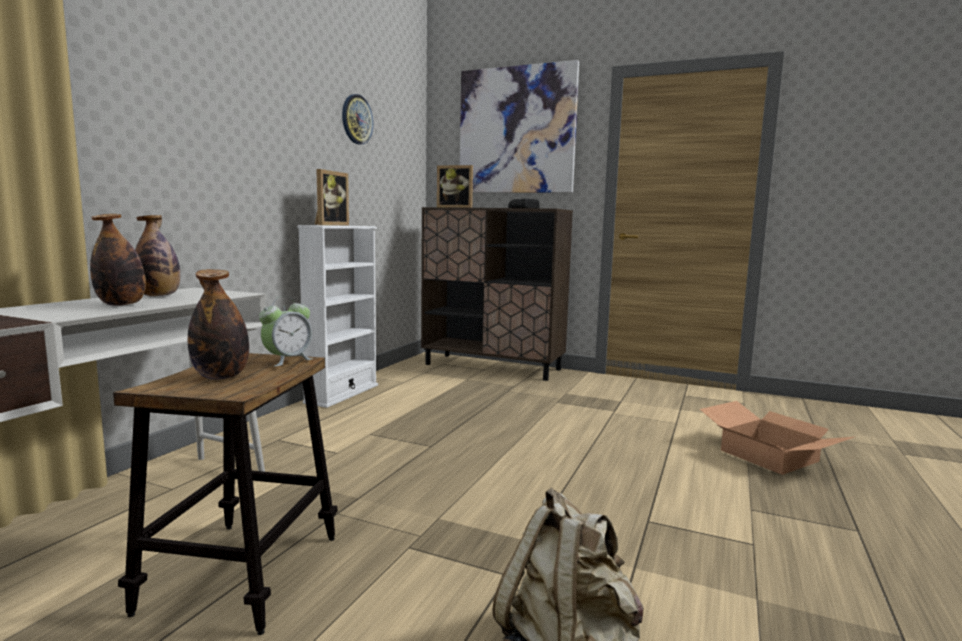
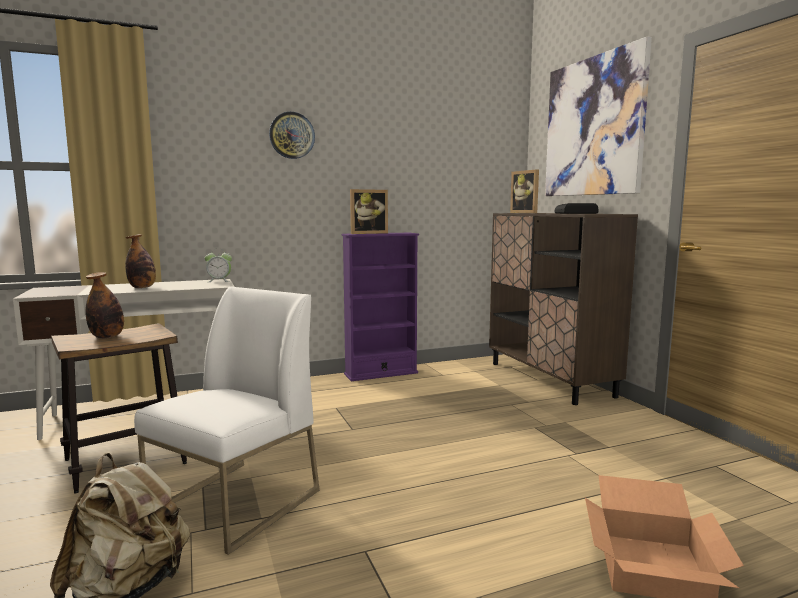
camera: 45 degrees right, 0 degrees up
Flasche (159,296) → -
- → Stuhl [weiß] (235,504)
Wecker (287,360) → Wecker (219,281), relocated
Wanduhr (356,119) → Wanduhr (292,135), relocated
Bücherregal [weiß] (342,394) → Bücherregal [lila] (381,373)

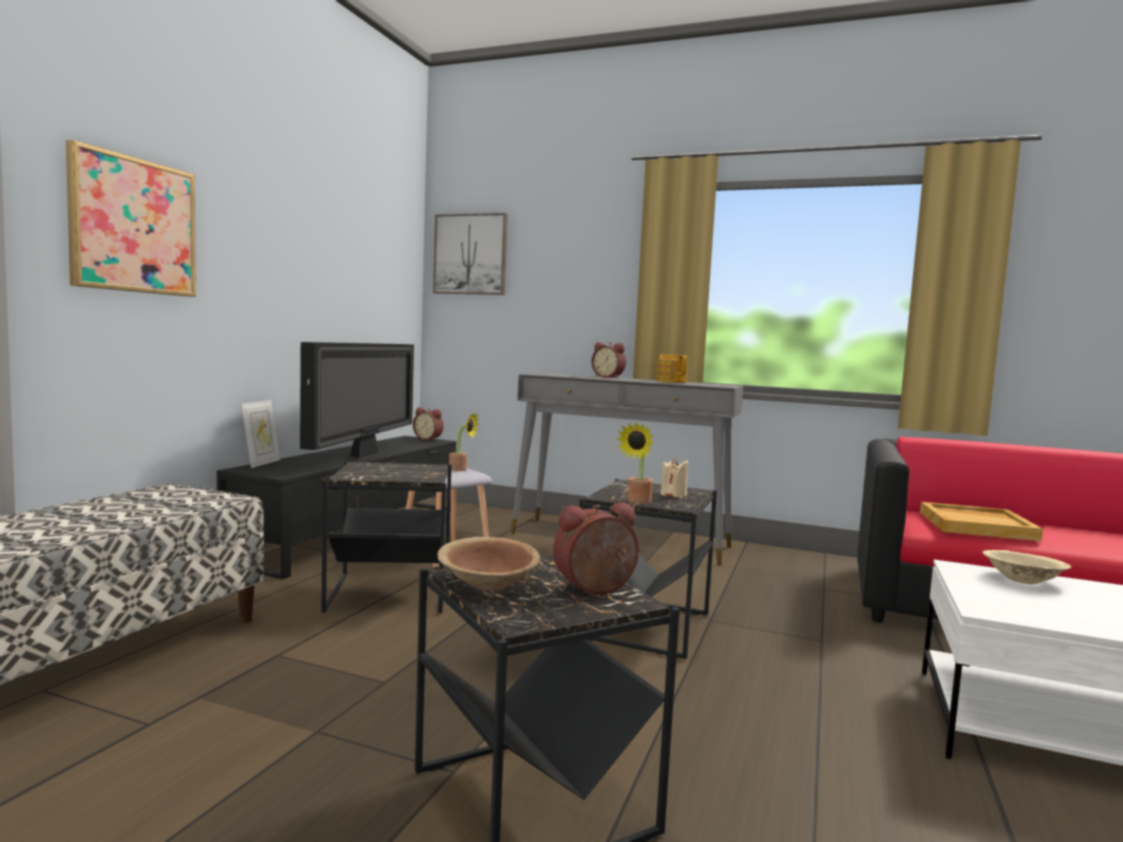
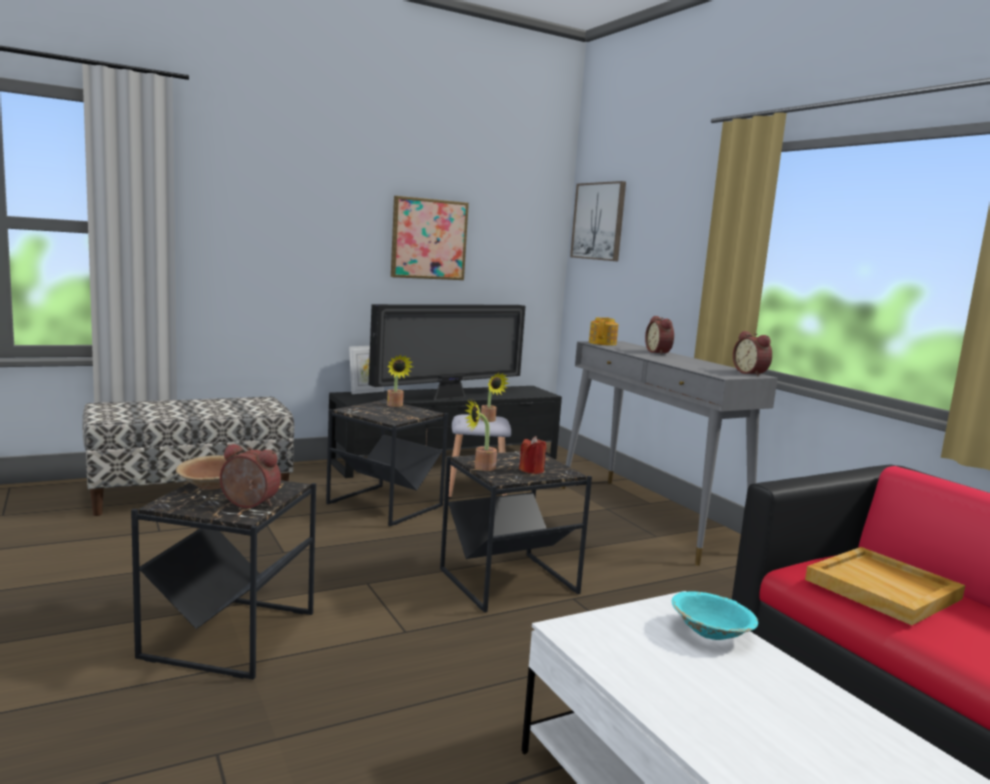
camera: 40 degrees right, 5 degrees up
- → Topfpflanze (395,405)
Bild (133,226) → Bild (428,239), relocated
Wecker (428,439) → Wecker (751,373), relocated
Teekanne (671,381) → Teekanne (603,343), relocated
Kerze [beige] (673,495) → Kerze [rot] (531,470)
Schüssel [beige] (1022,580) → Schüssel [türkis] (711,633)

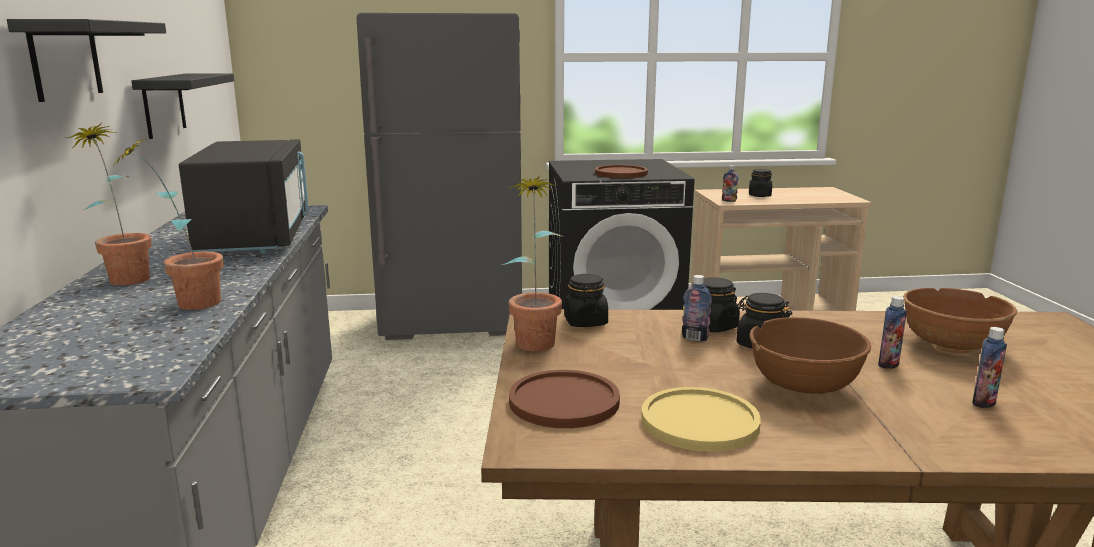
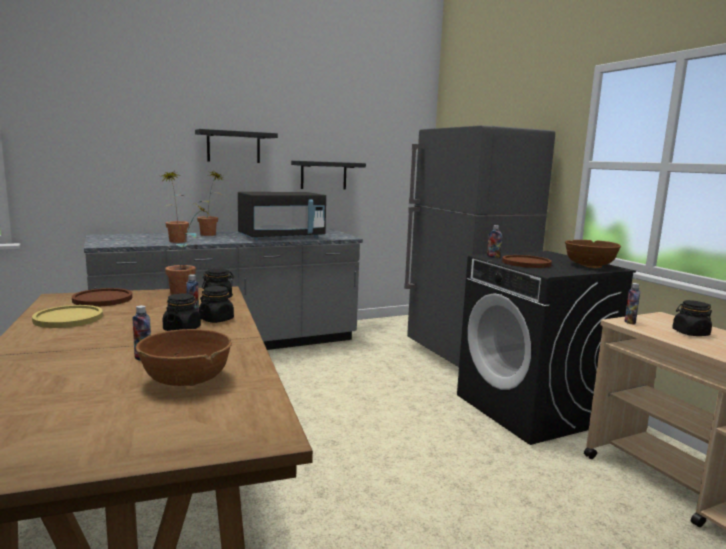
camera: 70 degrees right, 5 degrees down
Schüssel [braun] (804,385) → Schüssel [braun] (589,266), relocated
Flasche (983,403) → Flasche (493,257), relocated

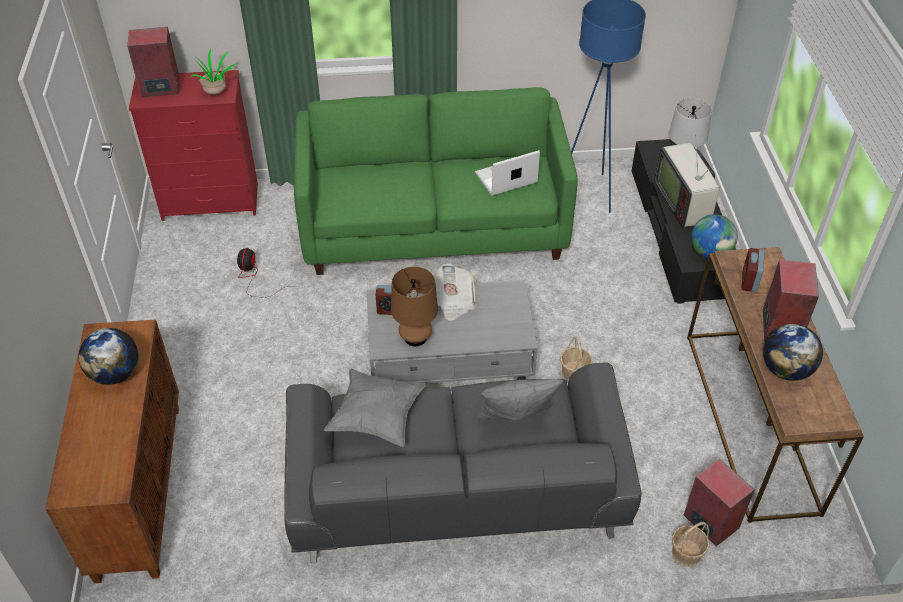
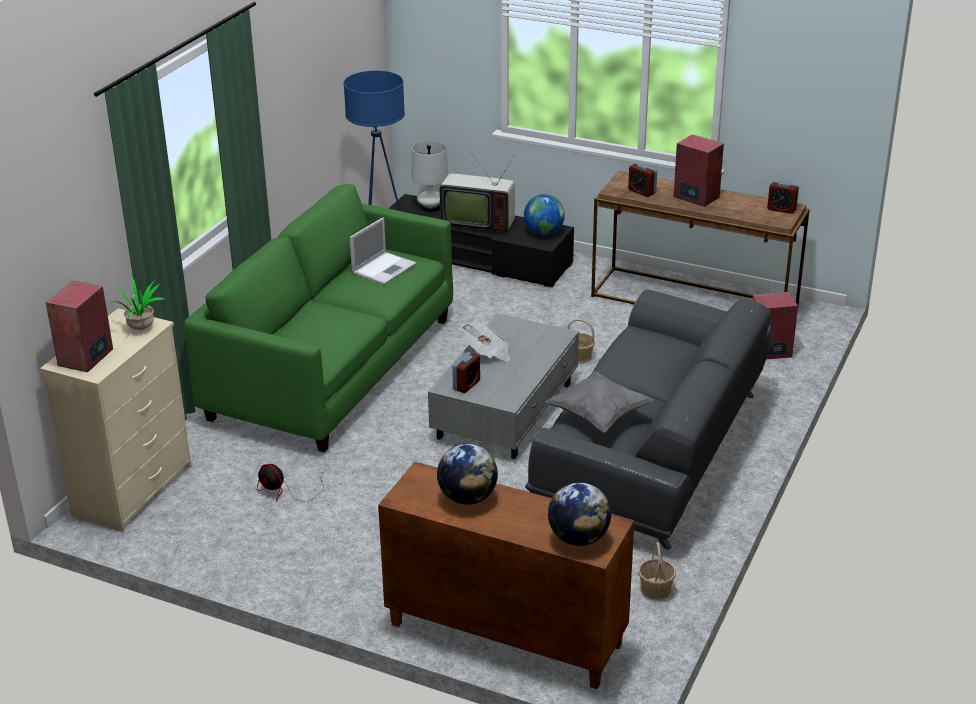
camera: 60 degrees left, 15 degrees down
Tischlampe [braun] (415,337) → -
Kissen [grau] (516,422) → -
- → Wecker (781,209)
Korb (686,553) → Korb (655,589), relocated
Globus (786,370) → Globus (578,538), relocated
Kommode [rot] (211,202) → Kommode [beige] (134,490)
Laptop (505,179) → Laptop (384,268), 150 degrees counterclockwise

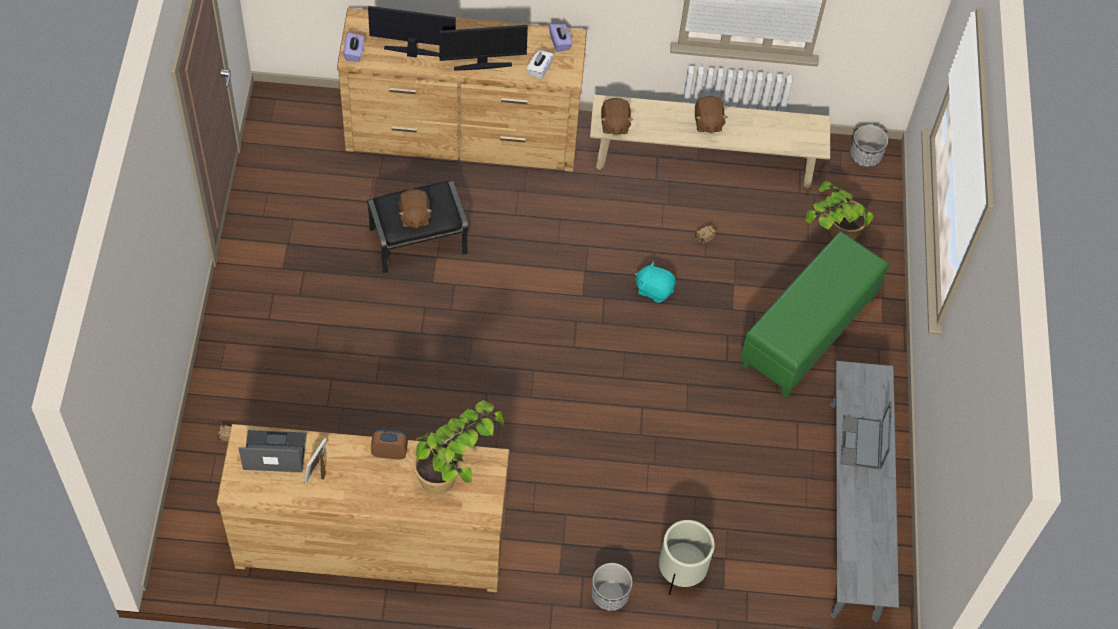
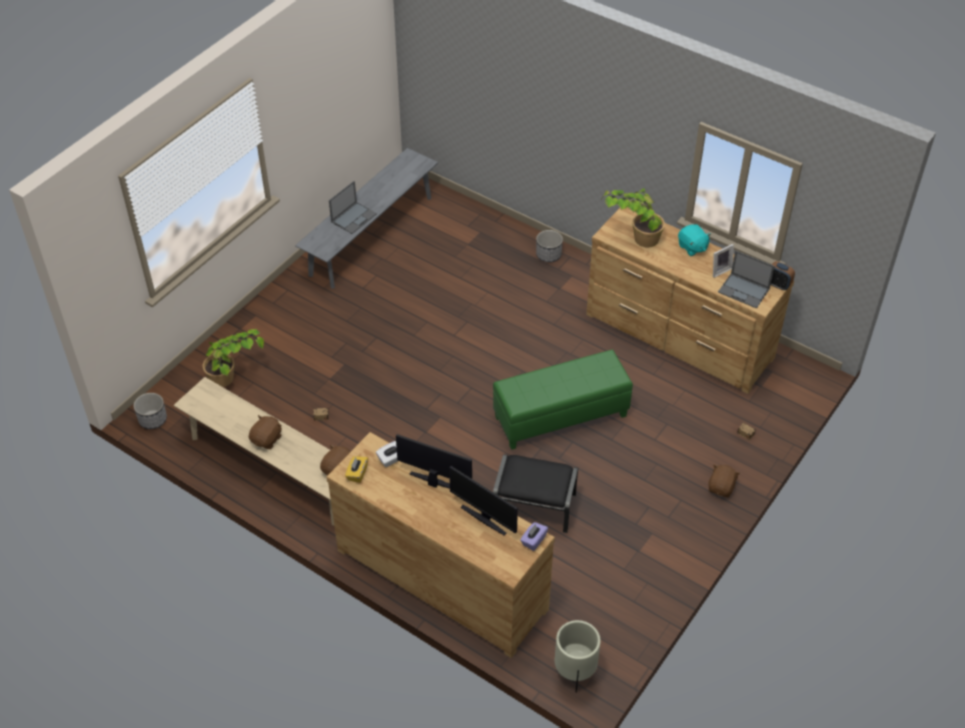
camera: 145 degrees left, 10 degrees down
Wecker (389,452) → Wecker (778,285), relocated
Plüschtier [braun] (414,216) → Plüschtier [braun] (721,487), relocated
Plüschtier [türkis] (654,289) → Plüschtier [türkis] (692,247), relocated
Pflanzkübel [beige] (681,574) → Pflanzkübel [beige] (575,672), relocated
Polsterhocker [grün] (807,330) → Polsterhocker [grün] (560,417), relocated
Taschentuchbox [lila] (560,43) → Taschentuchbox [gelb] (357,474)

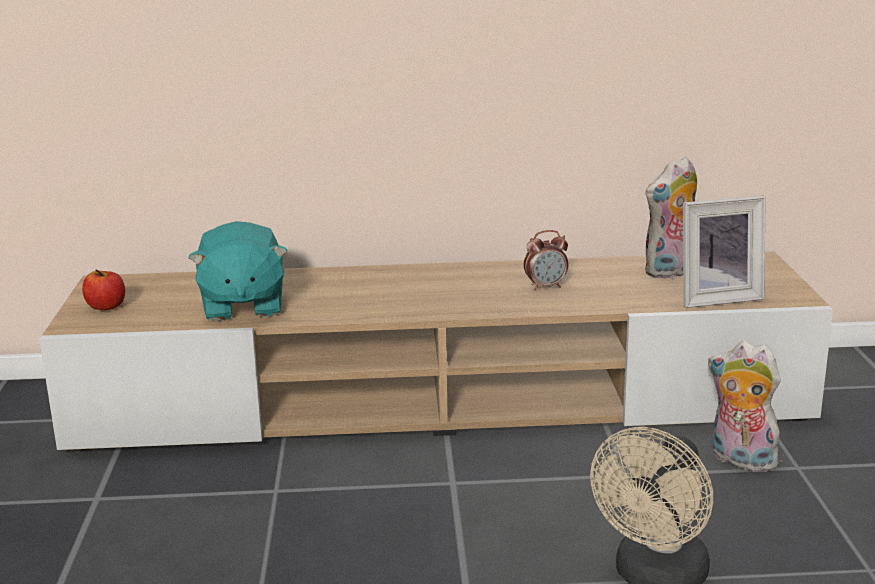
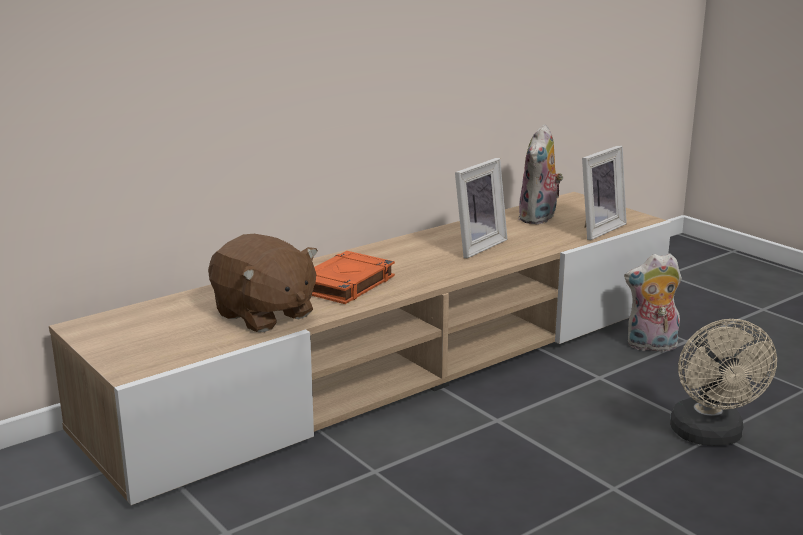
camera: 35 degrees left, 0 degrees up
Apfel (106,307) → -
- → Buch [orange] (344,284)
Wecker (546,287) → Bilderrahmen (475,246)
Plüschtier [türkis] (242,306) → Plüschtier [braun] (264,315)

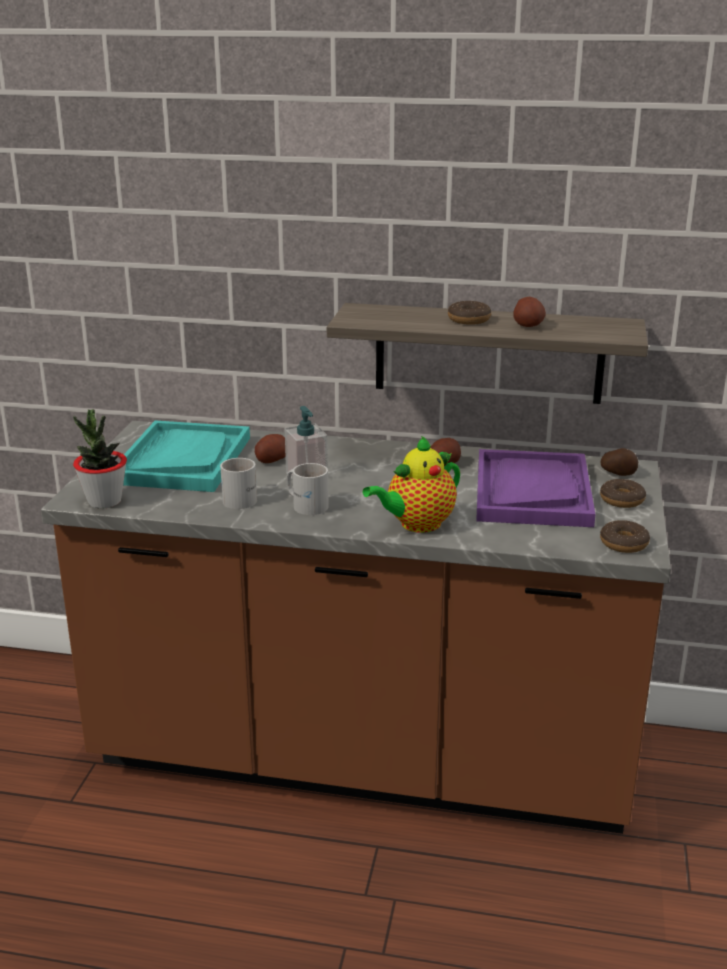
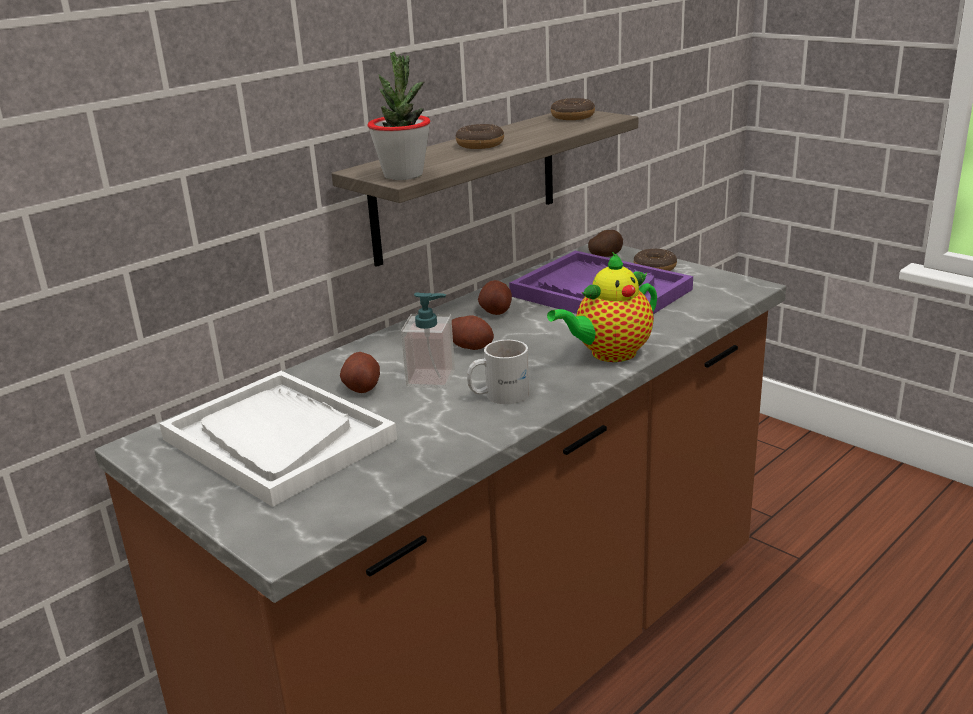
camera: 55 degrees left, 0 degrees up
Henkelbecher [weiß] (244,498) → -
Topfpflanze (104,501) → Topfpflanze (403,175), relocated
Kartoffel (528,325) → Kartoffel (471,347), relocated
Donut (623,543) → Donut (572,116), relocated
Tablett [türkis] (183,460) → Tablett [weiß] (277,439)
Teekanne (416,524) → Teekanne (609,354), 60 degrees clockwise

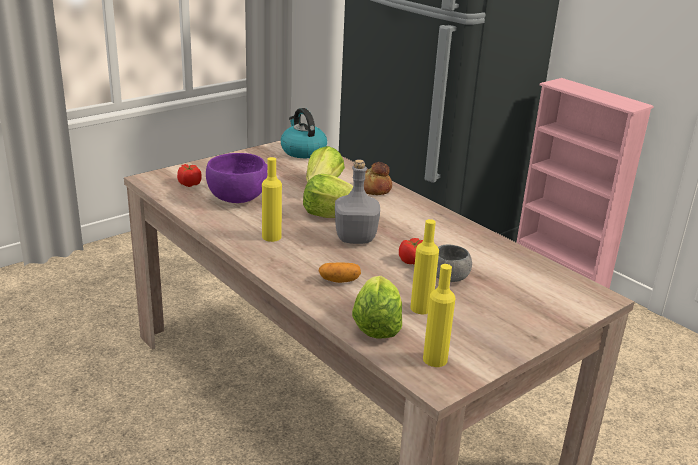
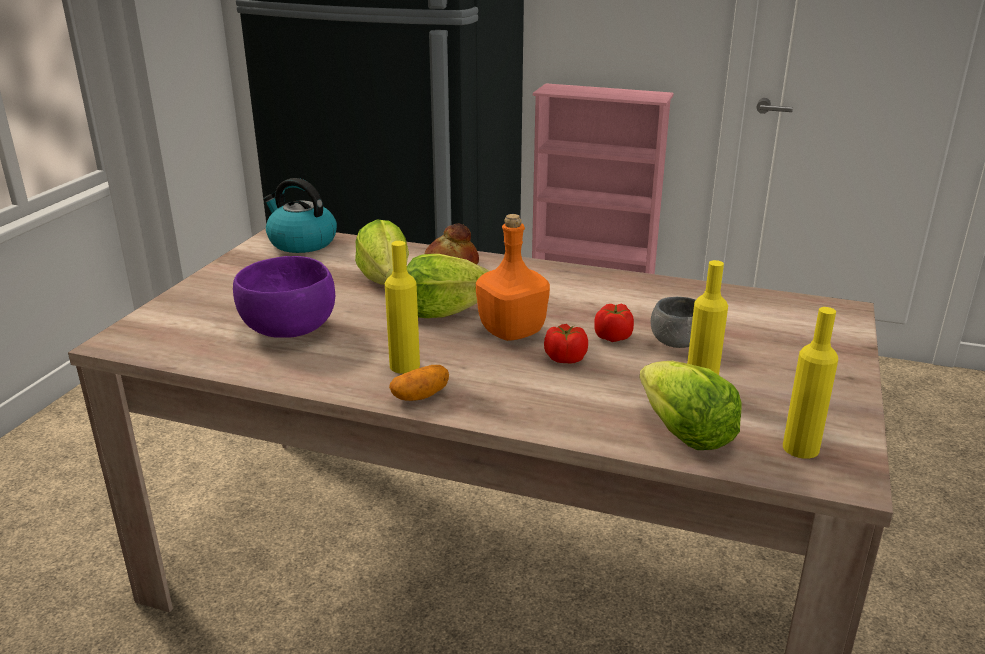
camera: 30 degrees left, 0 degrees up
Tomate (189,184) → Tomate (565,358), relocated
Kartoffel (339,280) → Kartoffel (420,396), relocated
Flasche [grau] (355,238) → Flasche [orange] (511,331)

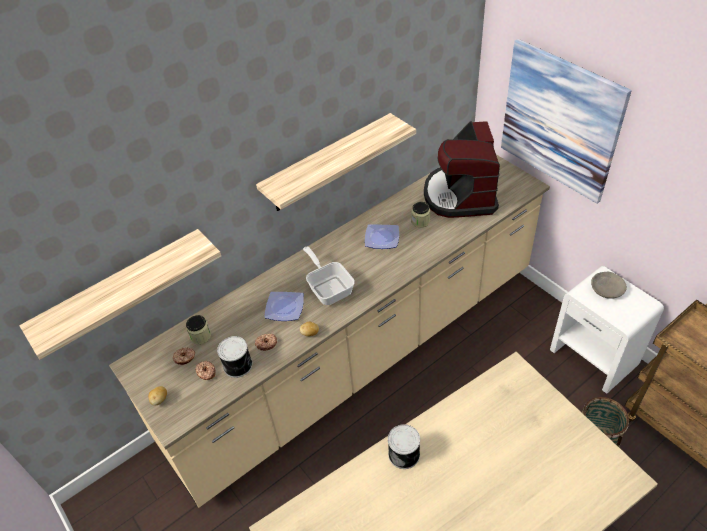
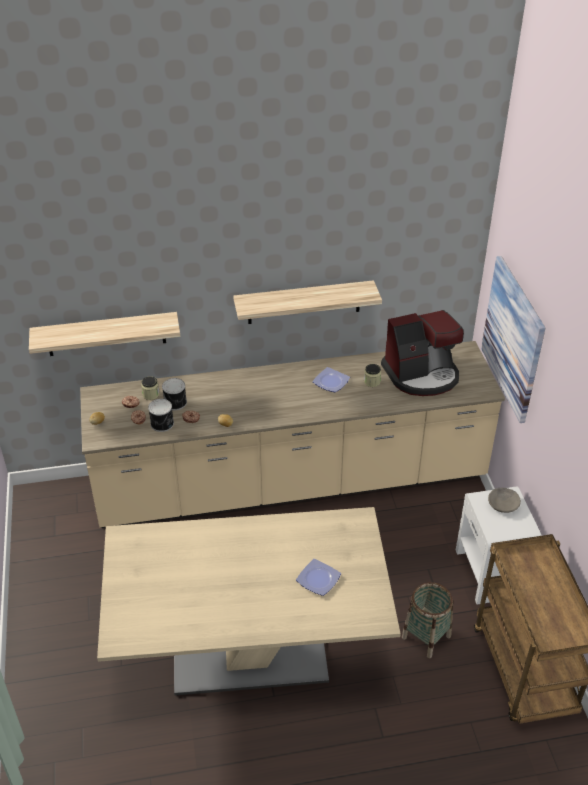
camera: 25 degrees right, 5 degrees down
Pfanne (329,287) → -
Teller (284,307) → Teller (318,578), relocated
Dose (404,453) → Dose (176,402), relocated
Kaffeemaschine (460,195) → Kaffeemaschine (422,375), 135 degrees counterclockwise

